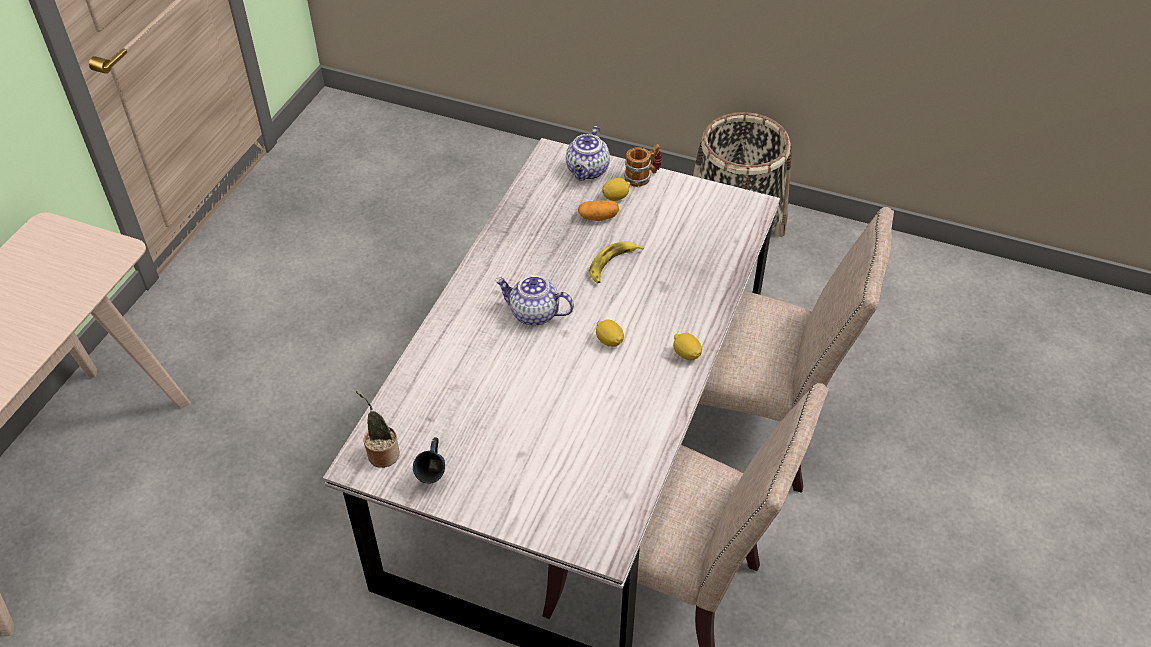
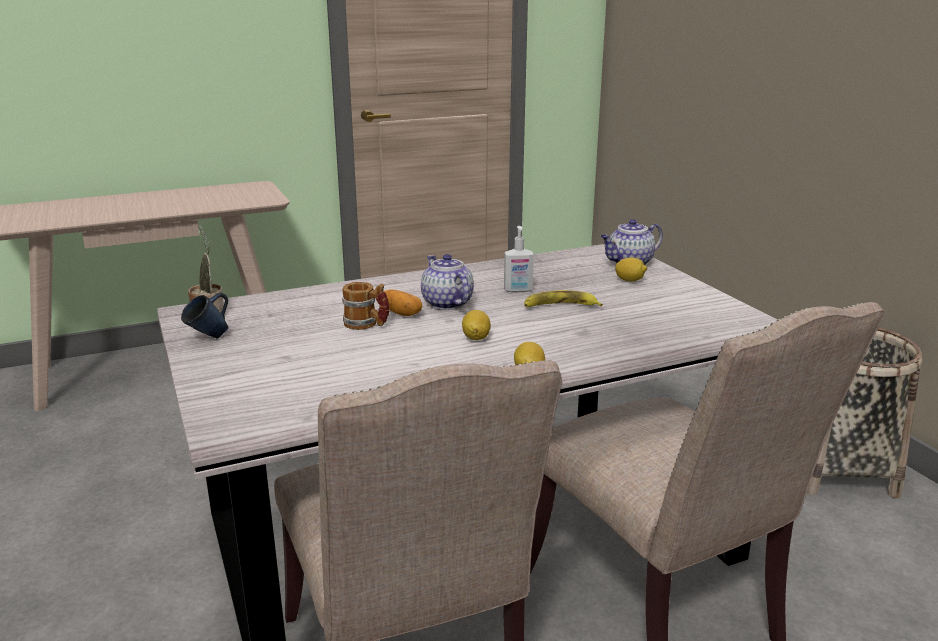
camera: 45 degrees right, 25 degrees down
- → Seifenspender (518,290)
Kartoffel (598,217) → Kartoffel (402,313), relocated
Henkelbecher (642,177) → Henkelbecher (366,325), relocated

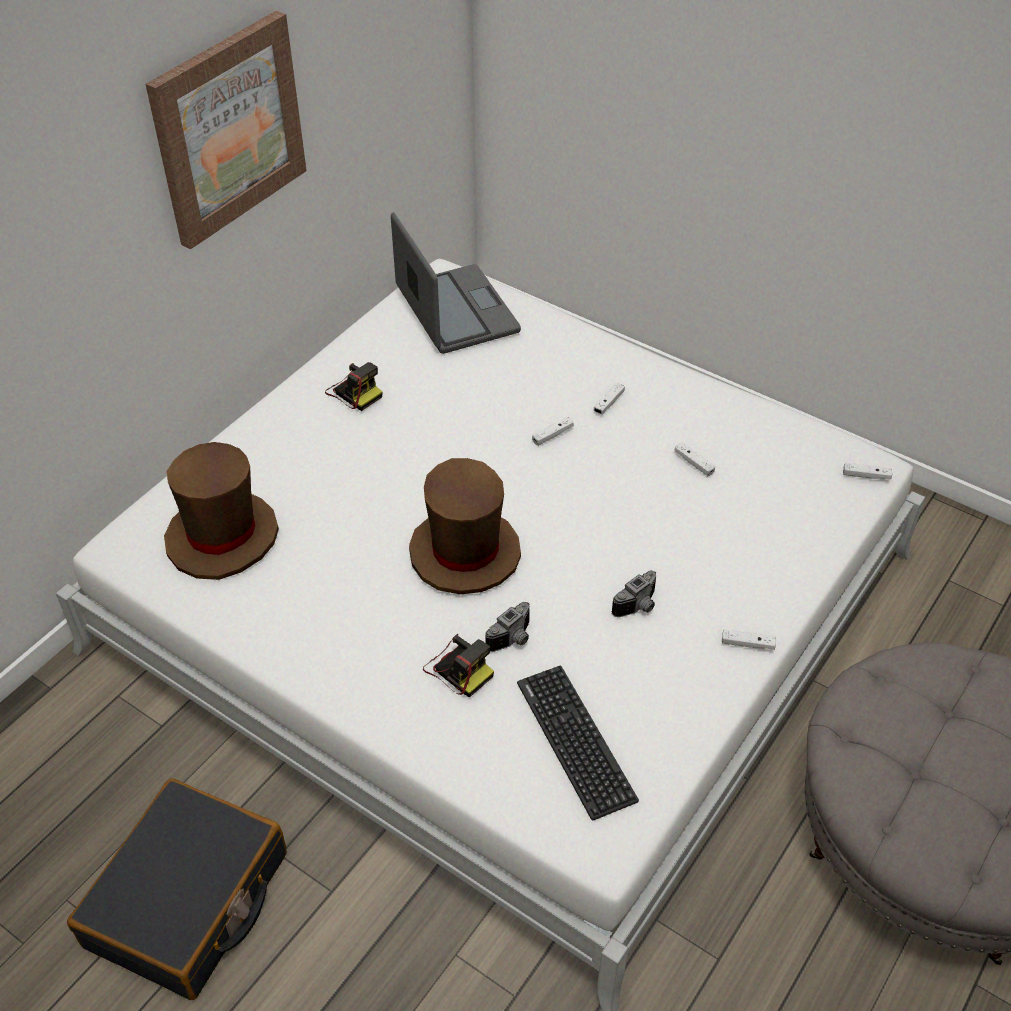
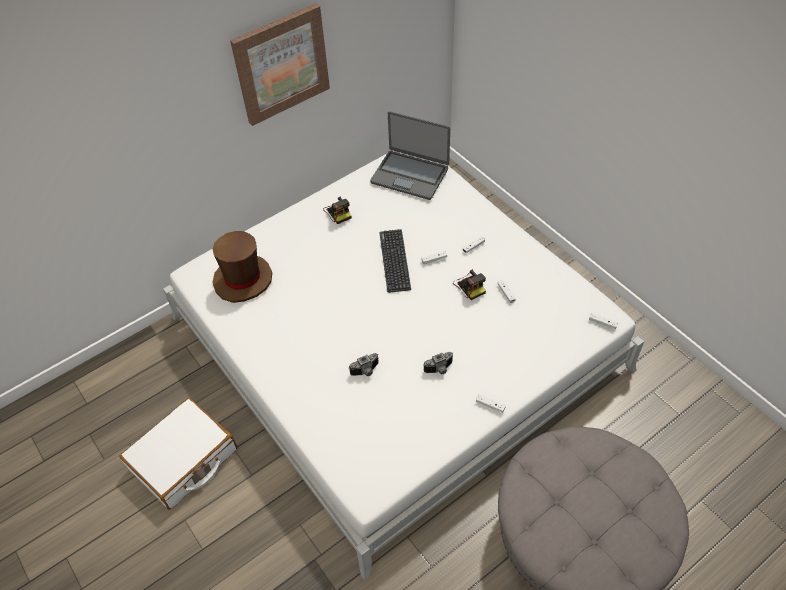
camera: 20 degrees right, 5 degrees up
Hut [braun] (464,553) → -
Kamera (458,668) → Kamera (469,286), relocated
Tastatur (575,740) → Tastatur (394,260), relocated
Koffer [schwarz] (188,901) → Koffer [weiß] (184,460)
Laptop (455,311) → Laptop (410,175), 120 degrees clockwise

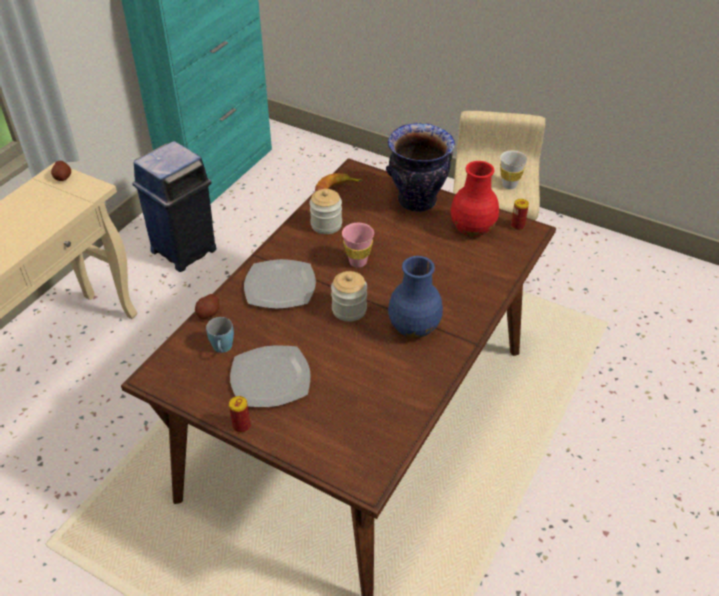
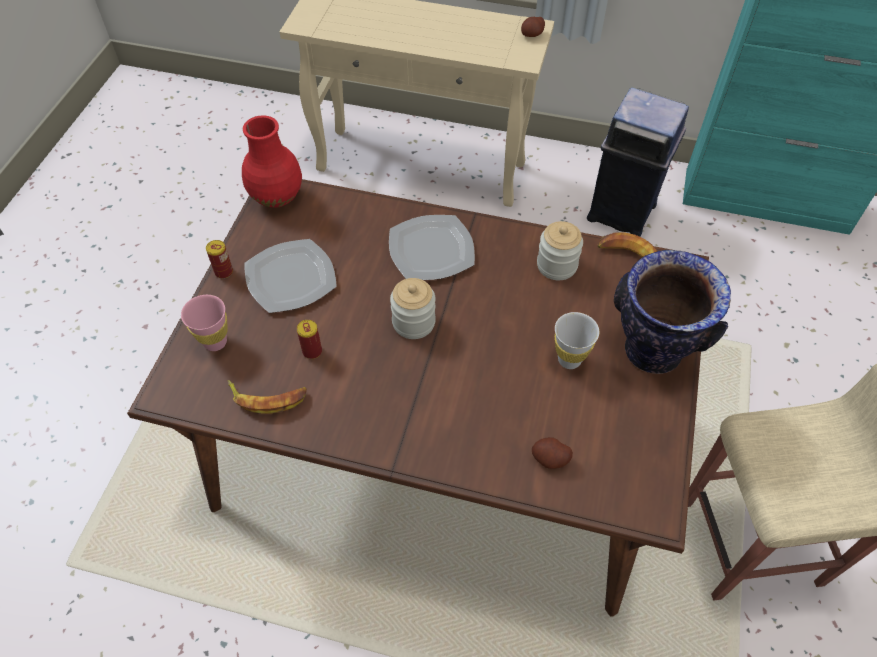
camera: 75 degrees right, 10 degrees up
Henkelbecher [blau] (222,349) → -
Vase [blau] (413,328) → -
- → Banane (268,397)
Kartoffel (208,313) → Kartoffel (550,459), relocated
Tasse [rosa] (358,262) → Tasse [rosa] (215,342), relocated
Vase [rot] (472,229) → Vase [rot] (277,197), relocated
Tasse [weiß] (509,185) → Tasse [weiß] (569,360), relocated
Dose (517,226) → Dose (312,351), relocated

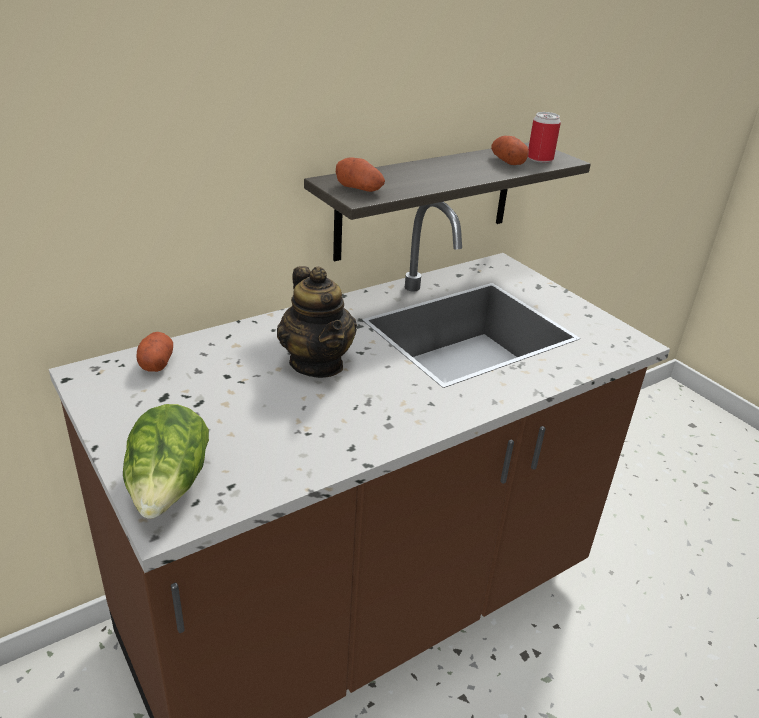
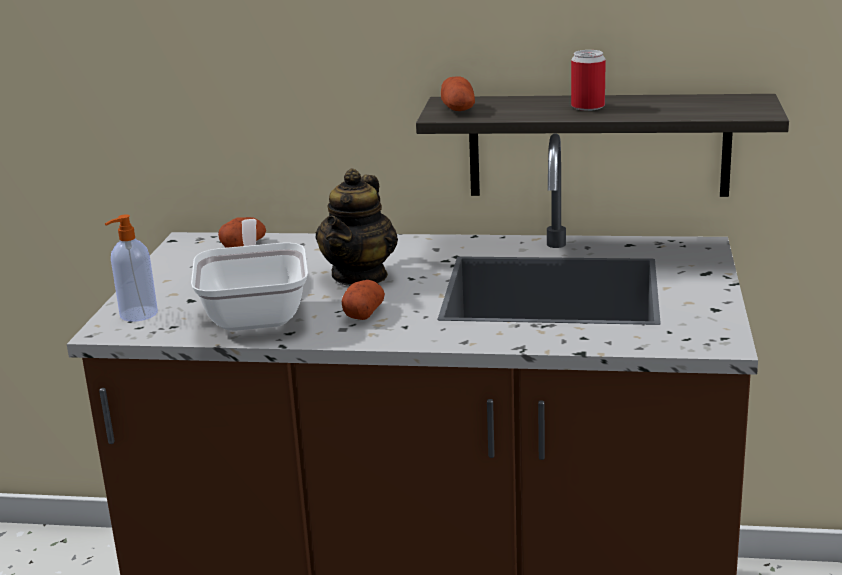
camera: 45 degrees right, 10 degrees down
- → Pfanne (256,312)
Kartoffel (507,162) → Kartoffel (363,313), relocated
Dose (540,159) → Dose (587,107), relocated
Salatkopf (169,487) → Seifenspender (137,314)

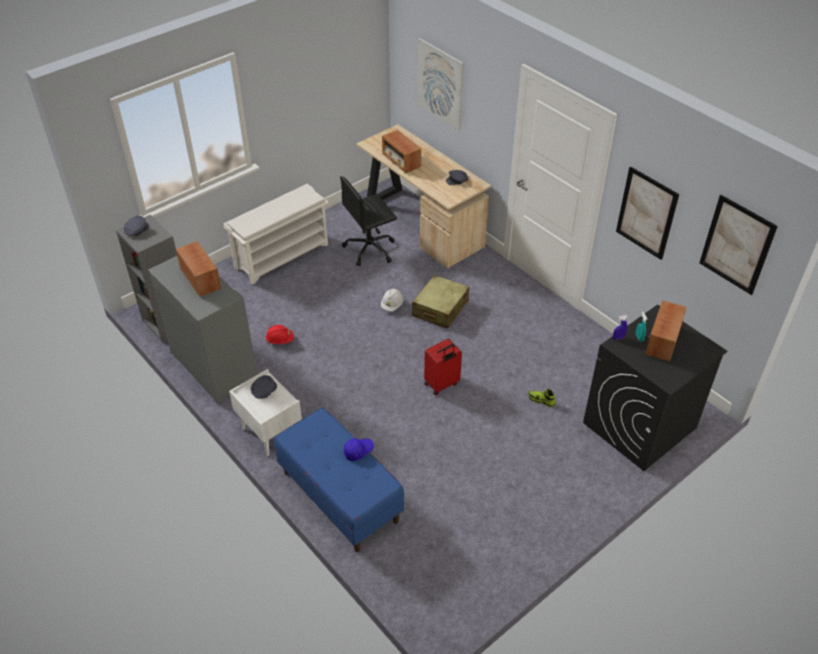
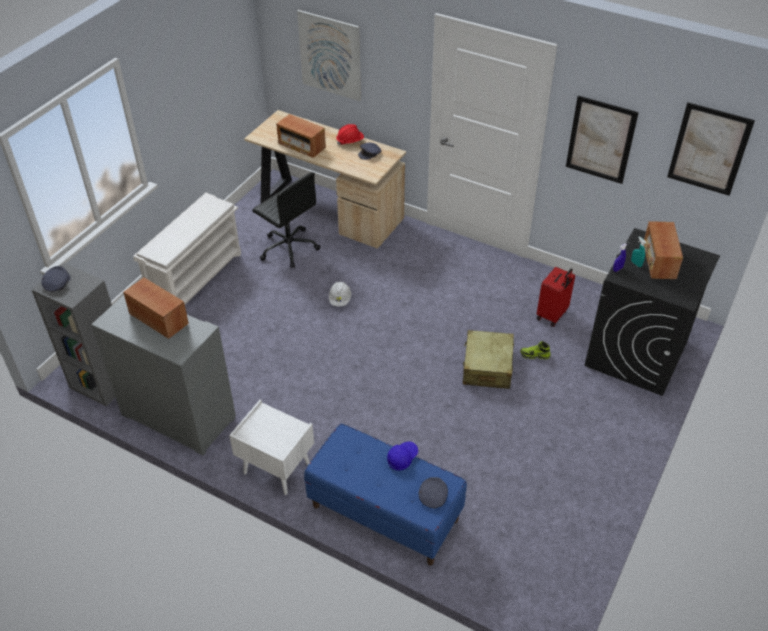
camera: 20 degrees left, 0 degrees up
Kappe [grau] (264,390) → Kappe [grau] (433,496), relocated
Schutzhelm [rot] (280,340) → Schutzhelm [rot] (350,141), relocated
Koffer [beige] (440,309) → Koffer [beige] (487,367), relocated
Koffer [rot] (442,384) → Koffer [rot] (552,315), relocated
Bürostuhl [schwarz] (370,249) → Bürostuhl [schwarz] (288,248), 90 degrees counterclockwise

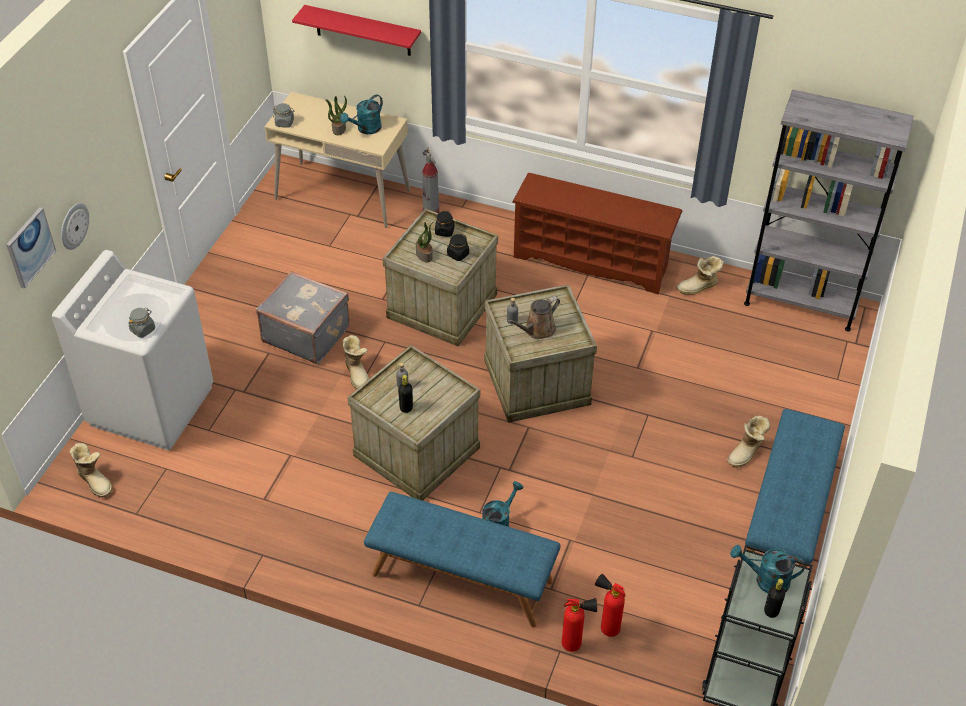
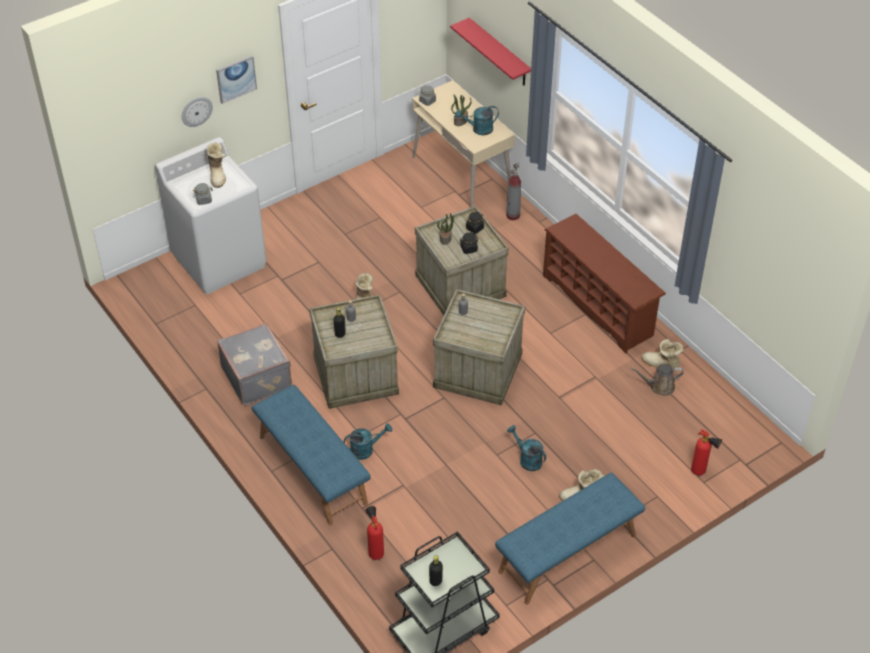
camera: 35 degrees right, 0 degrees up
Bücherregal [grau] (801,302) → -
Bild (30,247) → Bild (236,78), relocated
Stiefel (95,480) → Stiefel (218,175), relocated
Koffer [grau] (306,333) → Koffer [grau] (257,377), relocated
Gießkanne [braun] (537,330) → Gießkanne [braun] (659,387), relocated
Feuerlöscher (576,644) → Feuerlöscher (701,472), relocated
Gießkanne [türkis] (765,580) → Gießkanne [türkis] (527,459), relocated

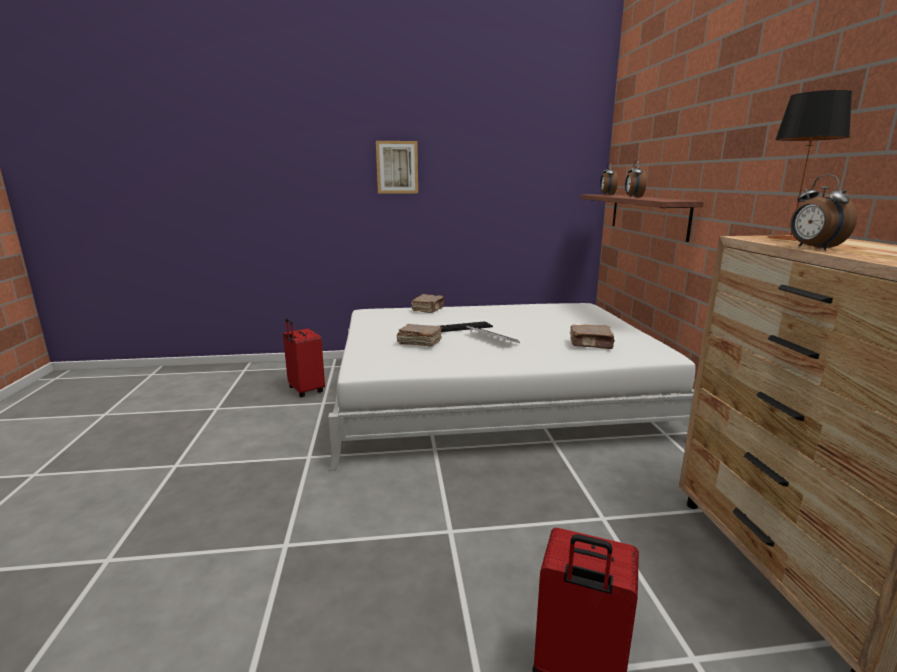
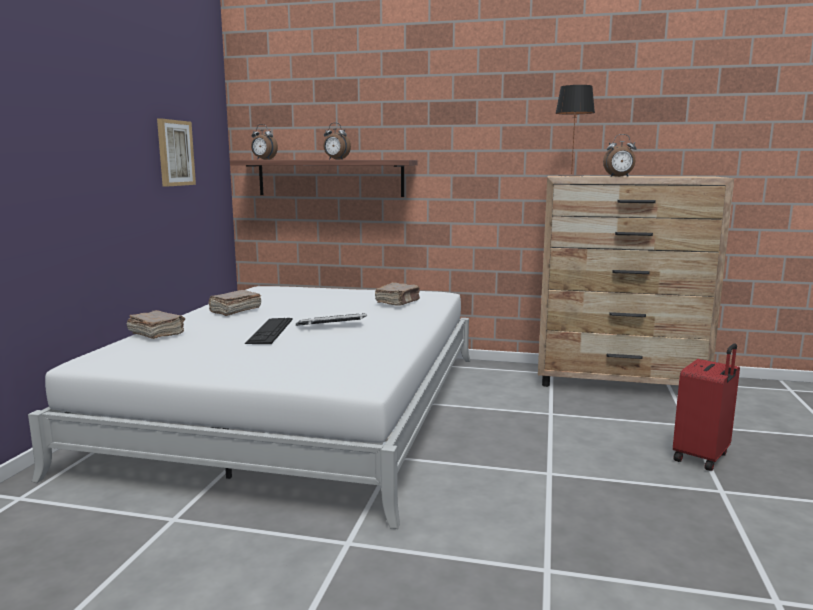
camera: 70 degrees left, 5 degrees down
Koffer [rot] (305,390) → -
Bild (397,167) → Bild (175,153), relocated
Buch [braun] (419,342) → Buch [braun] (235,311), relocated

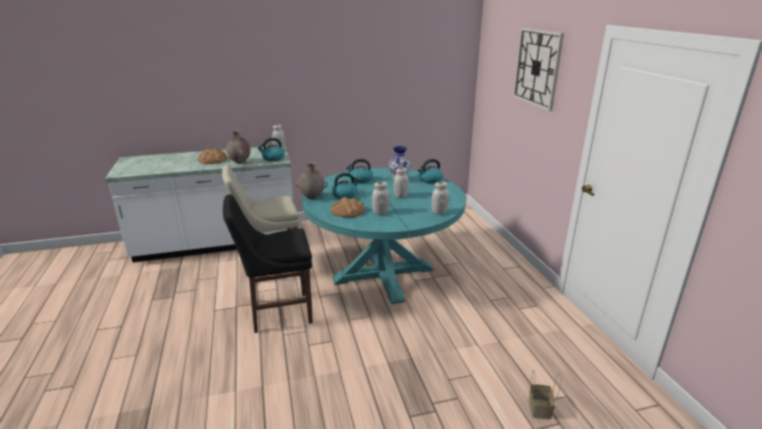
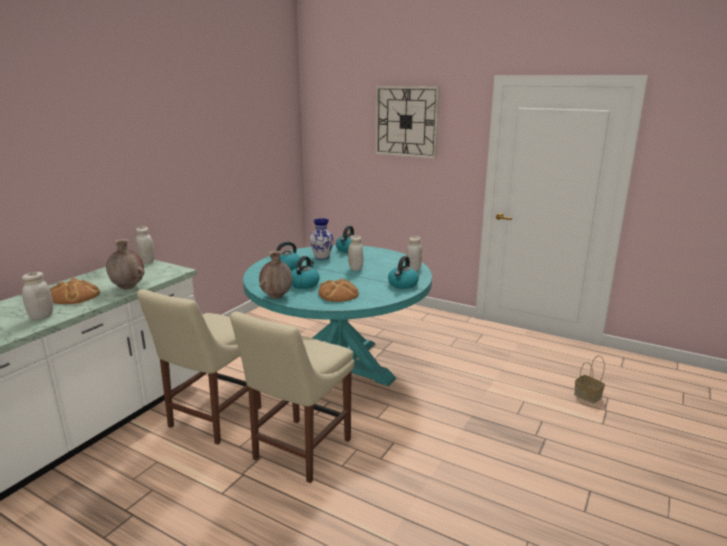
camera: 45 degrees left, 5 degrees down
Wasserkessel (273,158) → Wasserkessel (403,284), relocated
Vorratsglas [weiß] (380,213) → Vorratsglas [weiß] (41,316), relocated
Stuhl [schwarz] (277,312) → Stuhl [beige] (299,451)

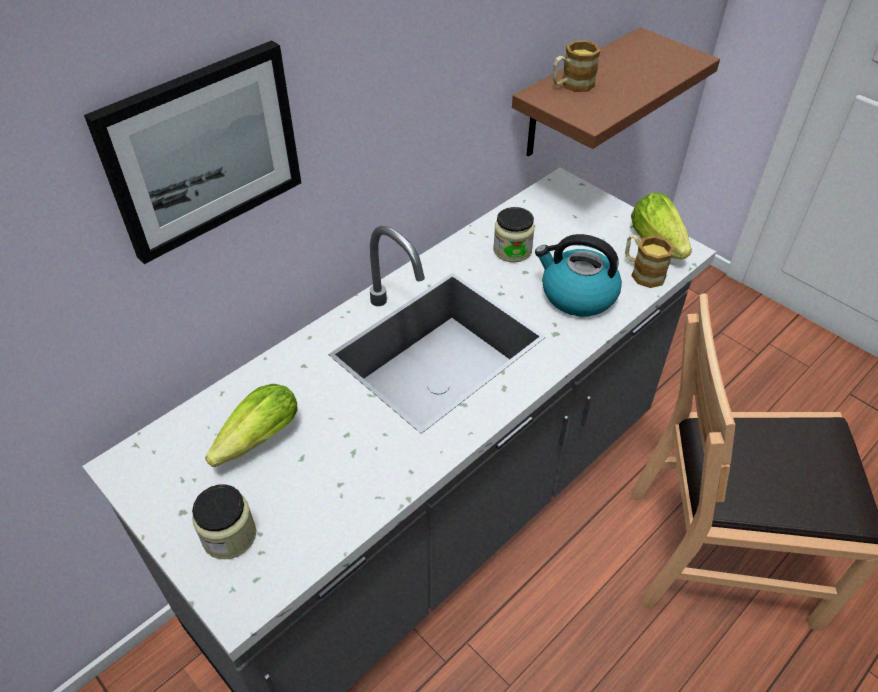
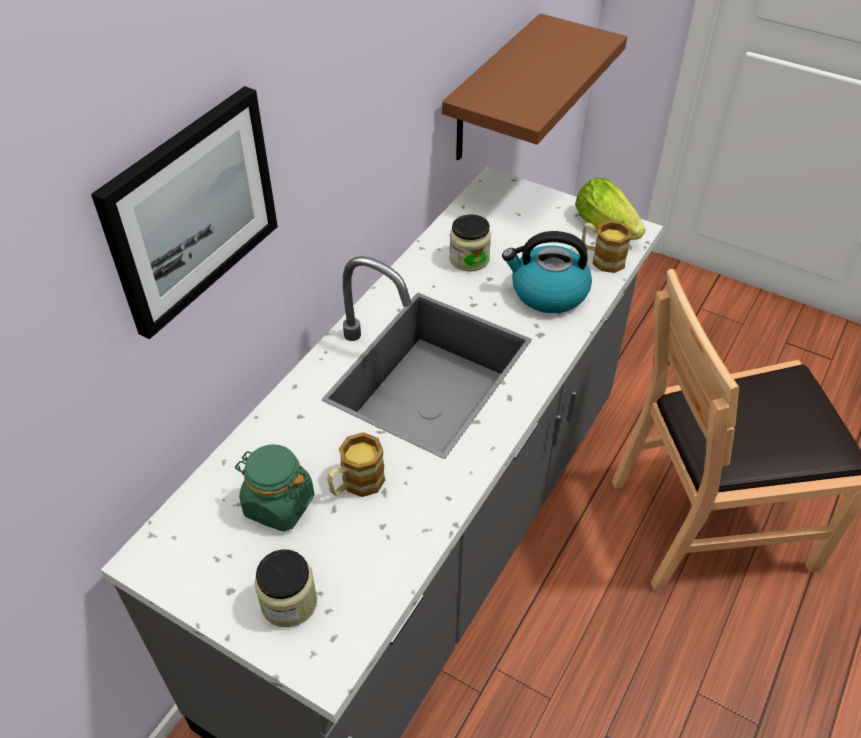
camera: 15 degrees left, 0 degrees up
Henkelbecher (571,85) → Henkelbecher (356,484), relocated
Salatkopf (254,443) → Vorratsglas [grün] (278,505)

